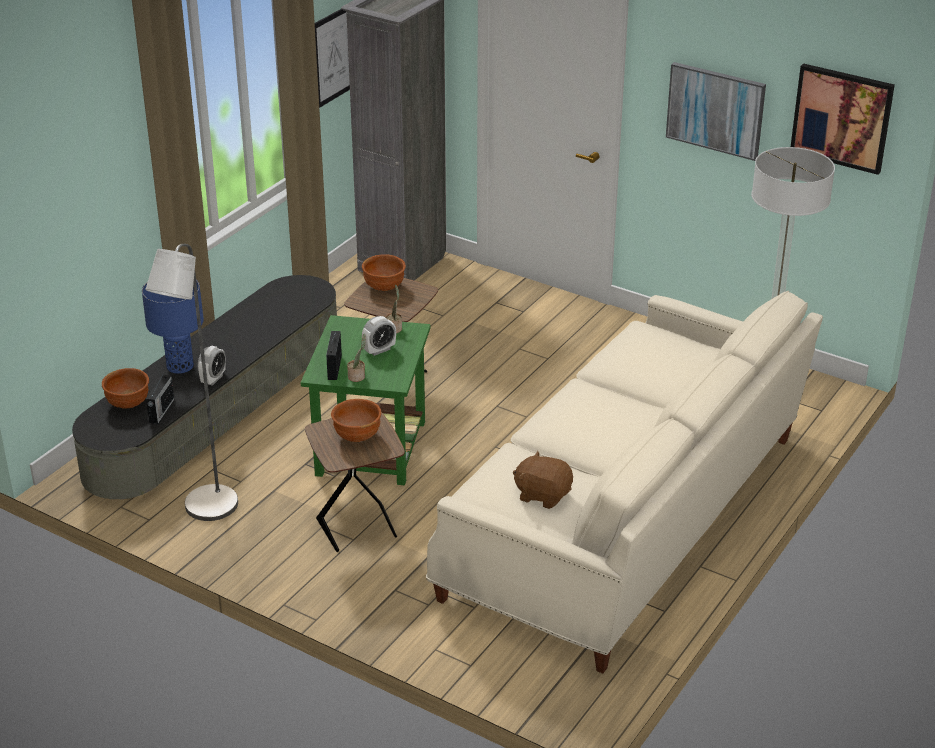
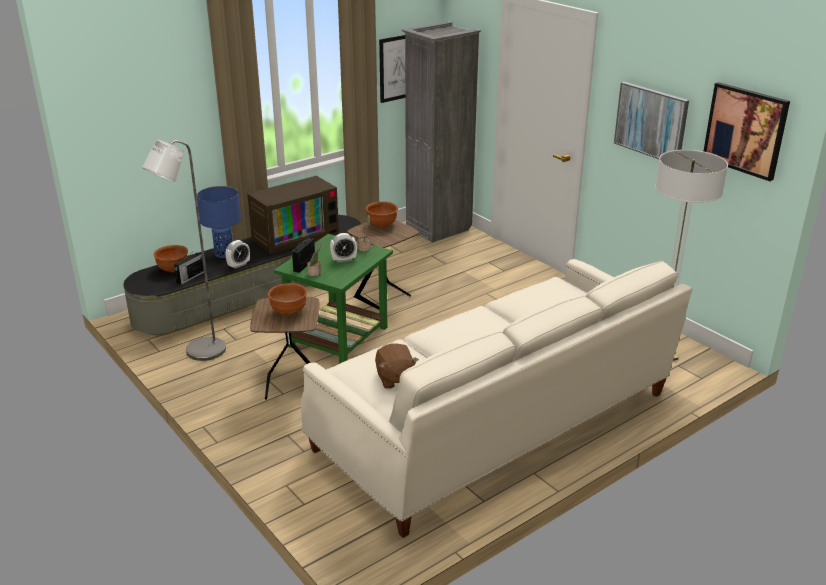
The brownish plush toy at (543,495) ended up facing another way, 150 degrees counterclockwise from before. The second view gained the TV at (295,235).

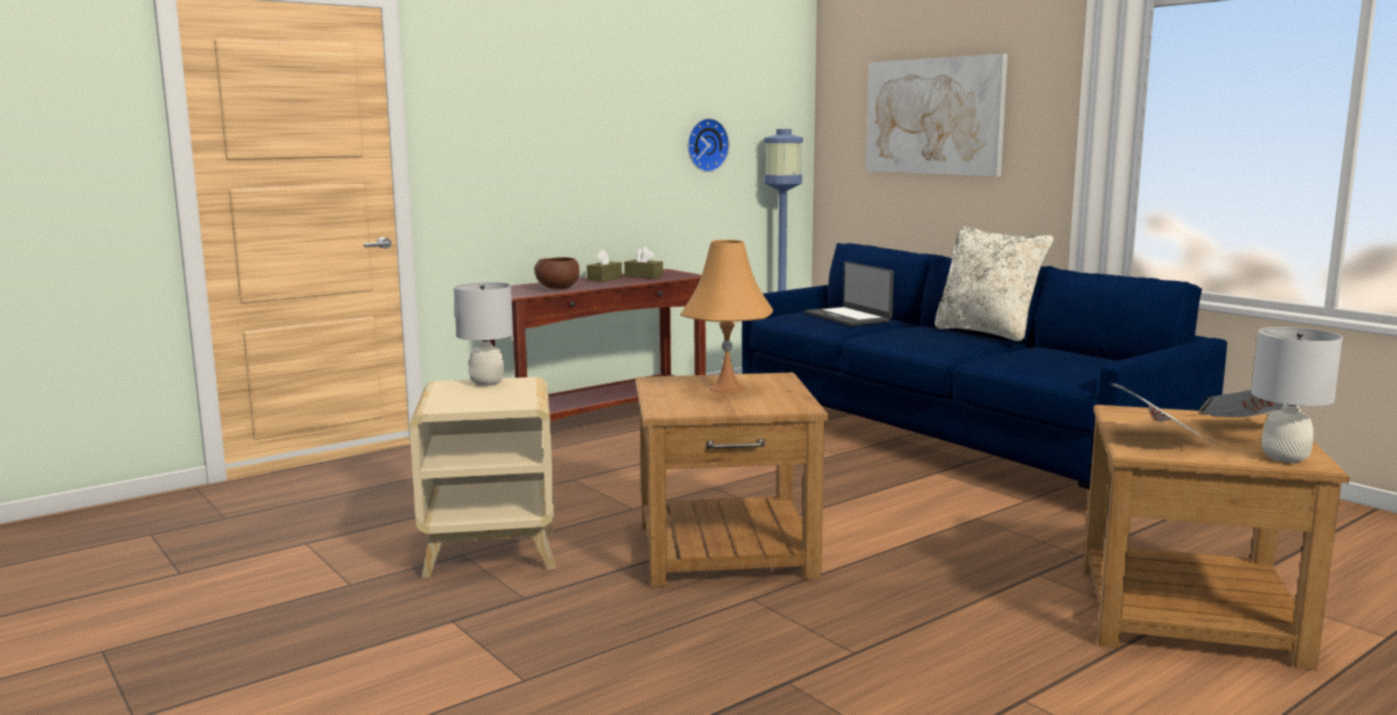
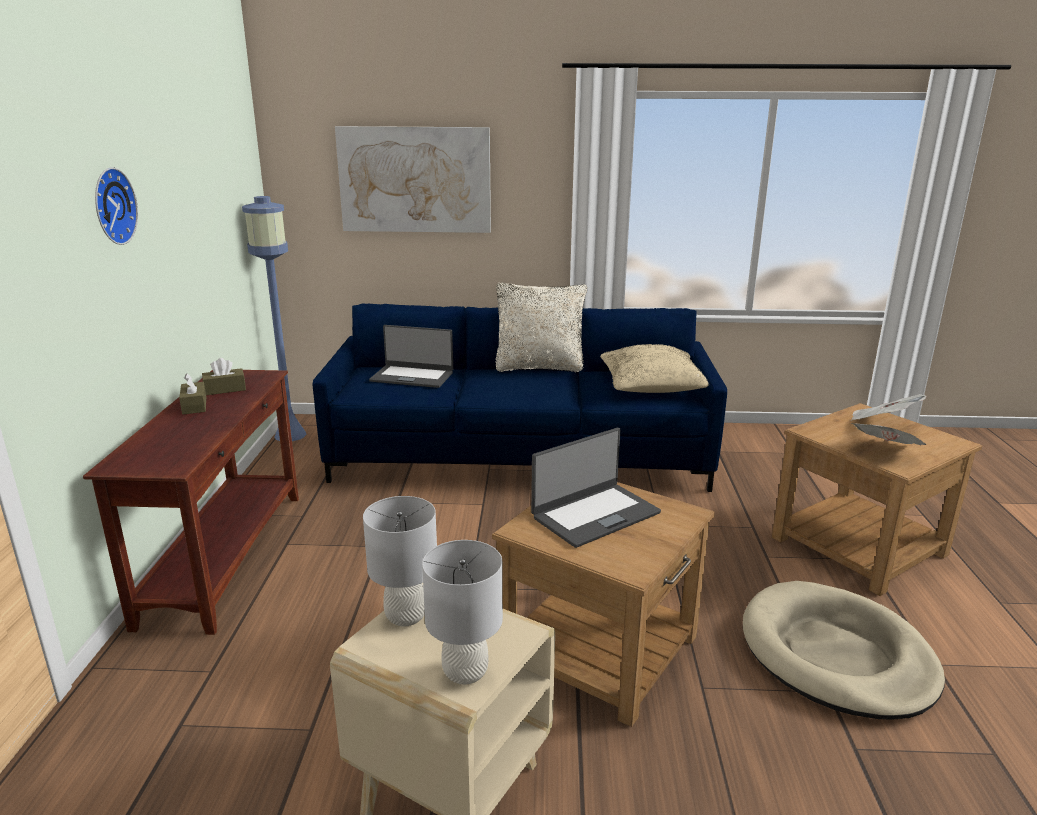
The hanging clock ended up elsewhere, having gone from (705,145) to (111,206). Where the orangey table lamp stood at (727,389), the laptop came to stand at (594,514). The second view lost the brownish deep dish at (557,289). The gray table lamp ended up elsewhere, having gone from (1287,459) to (467,673). The second view gained the beige cushion at (652,384). The second view gained the beige dog cushion at (836,655).

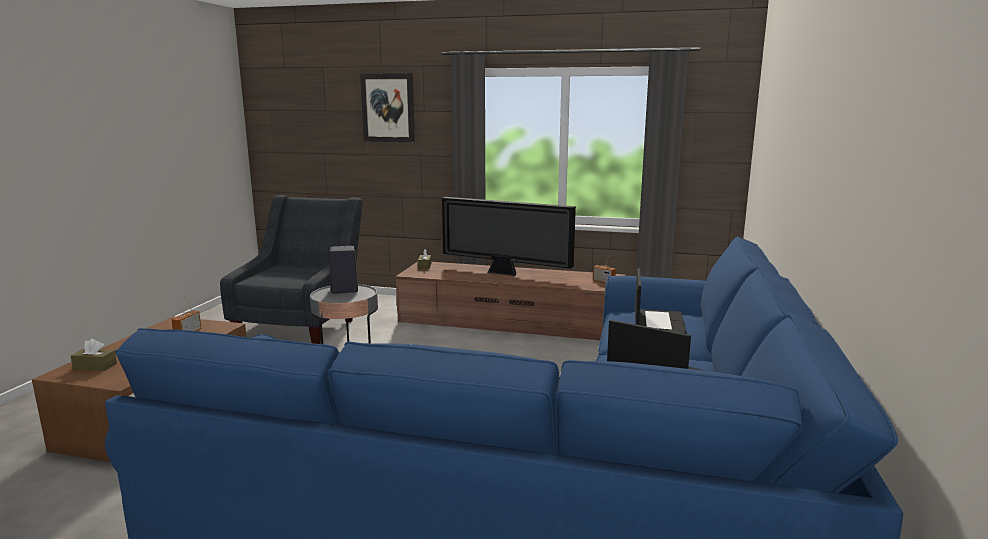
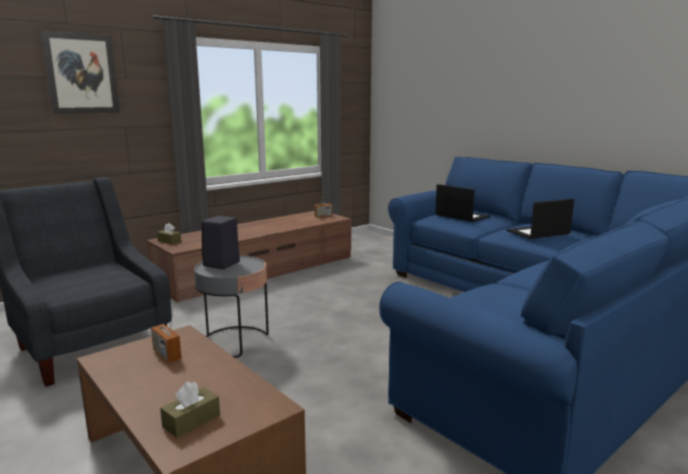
The second view lost the TV at (505,273).

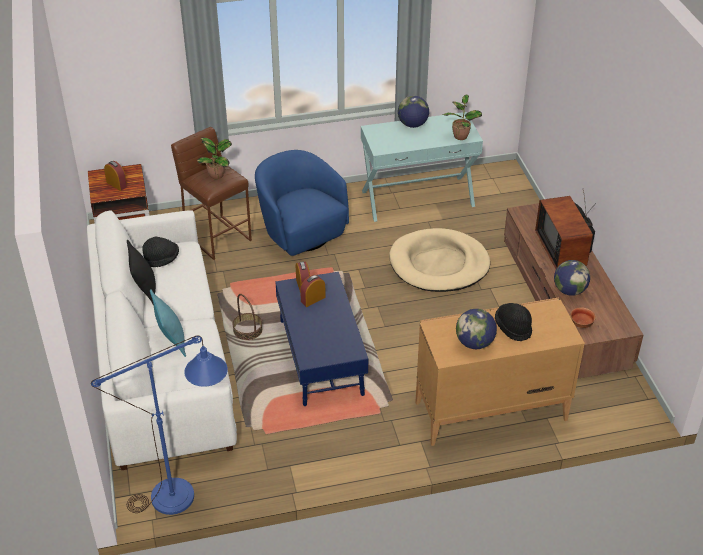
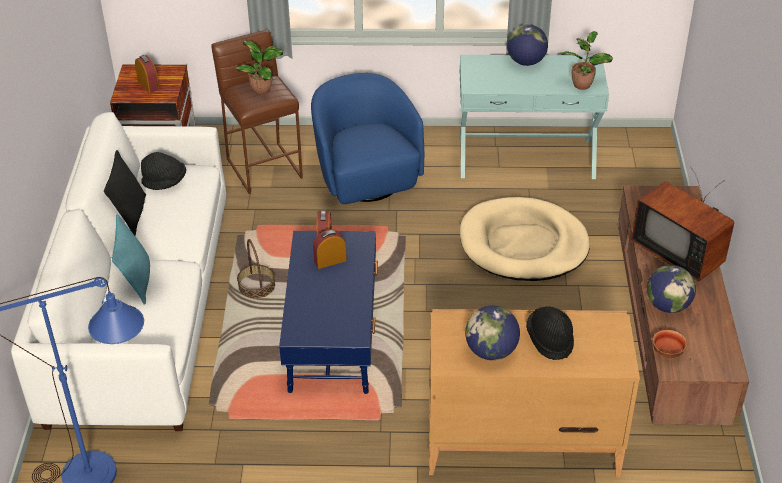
The TV at (564,250) ended up facing another way, 45 degrees counterclockwise from before.

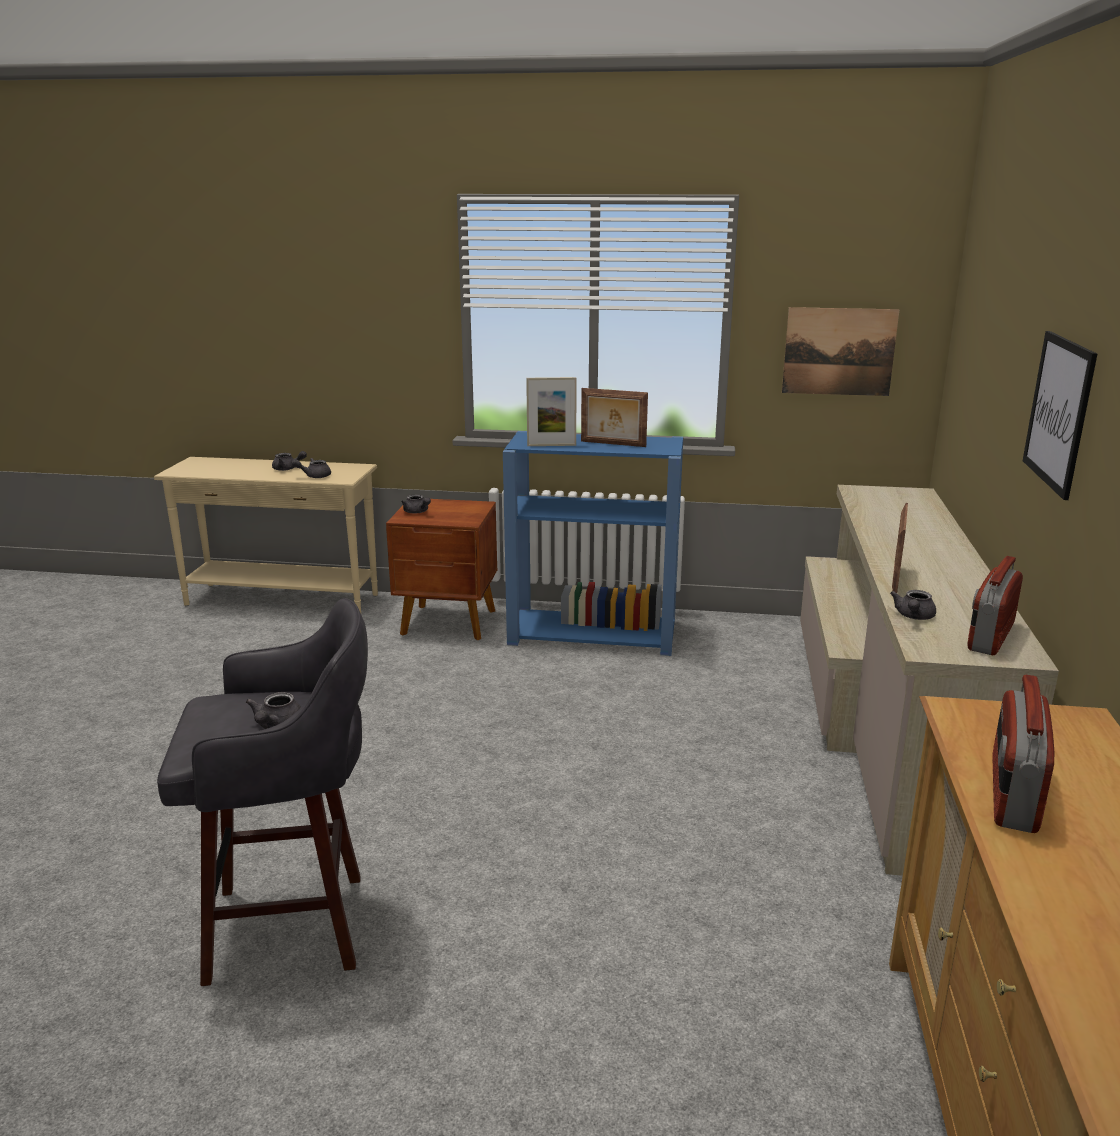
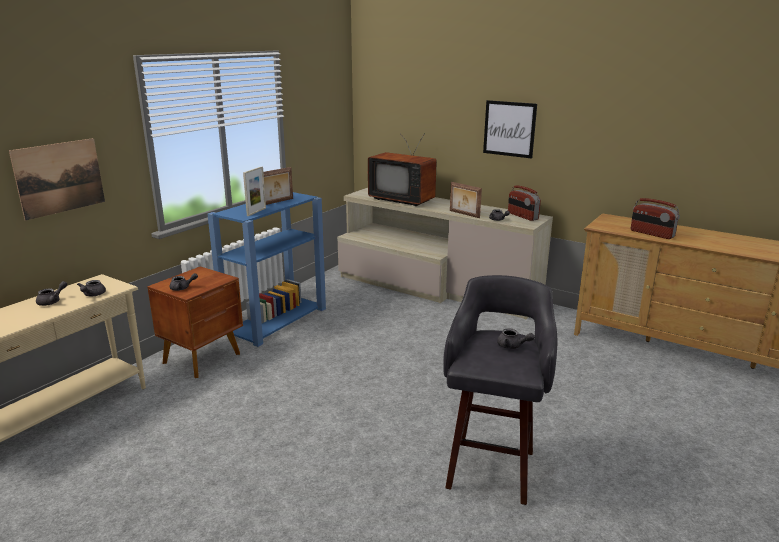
The picture ended up elsewhere, having gone from (839,351) to (59,177). The second view gained the TV at (403,199).

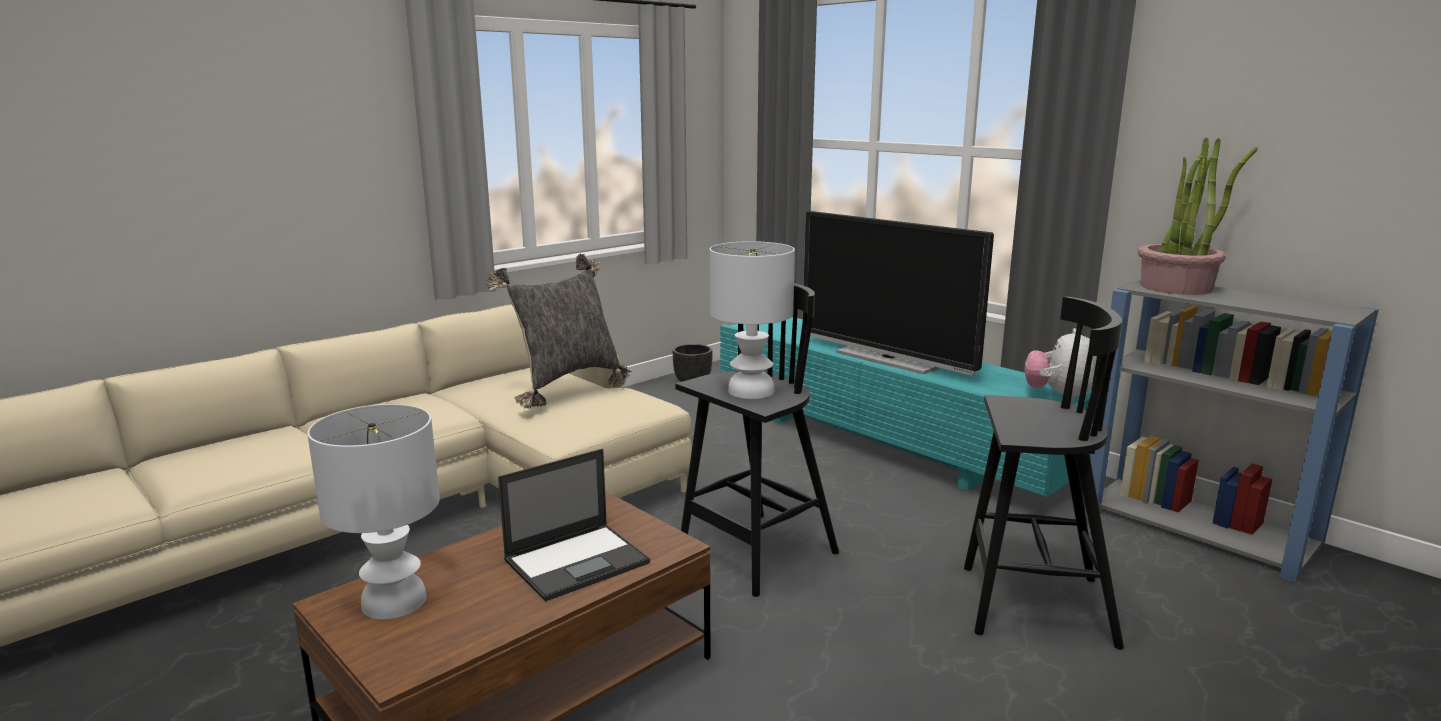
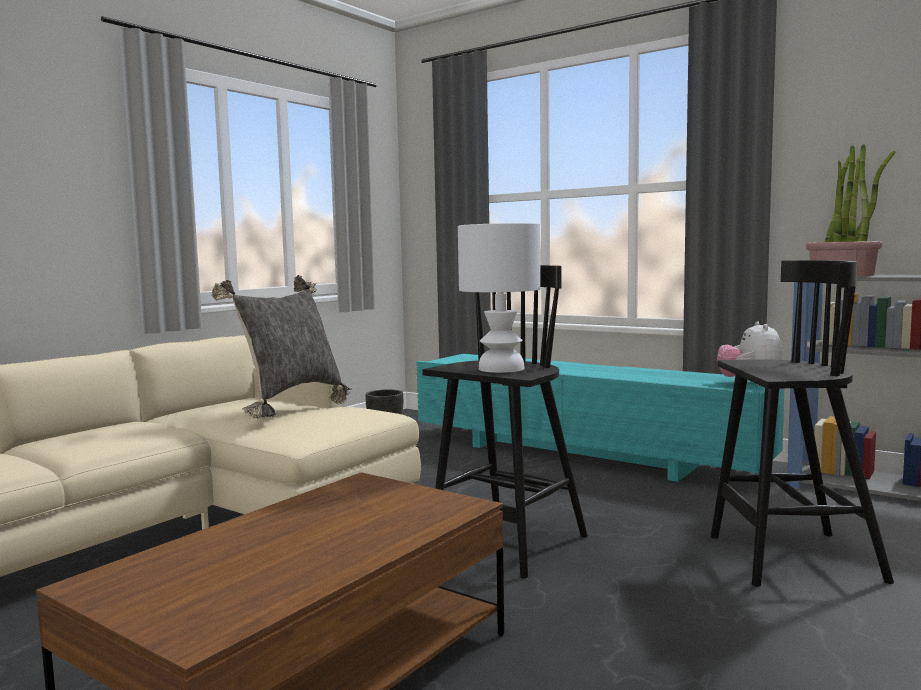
The second view lost the TV at (887,359). The second view lost the white table lamp at (393,602). The second view lost the laptop at (578,561).

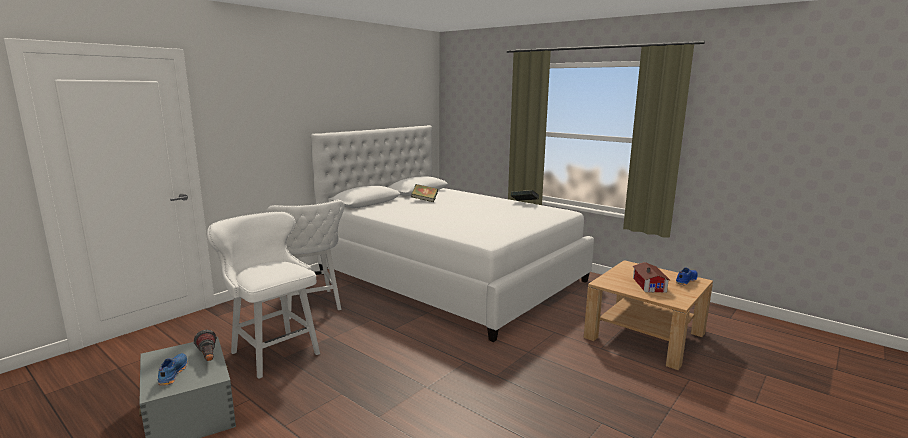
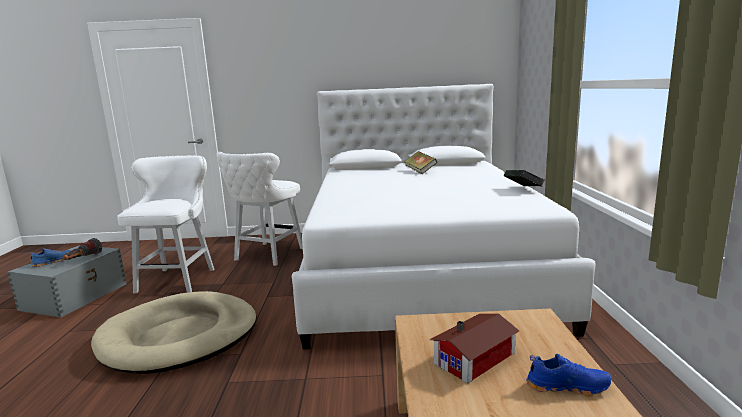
The second view gained the beige dog cushion at (180,336).

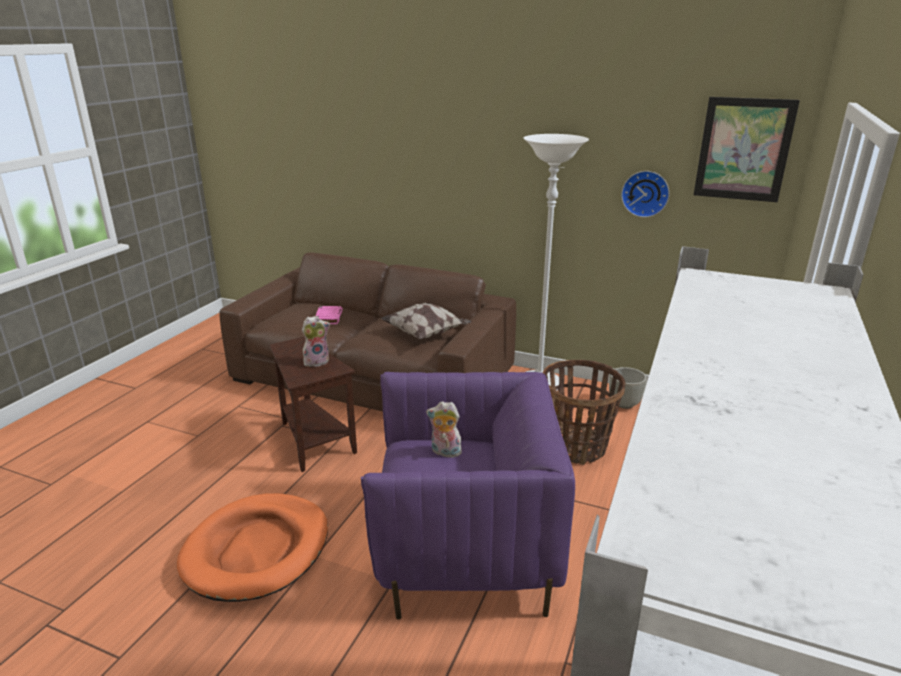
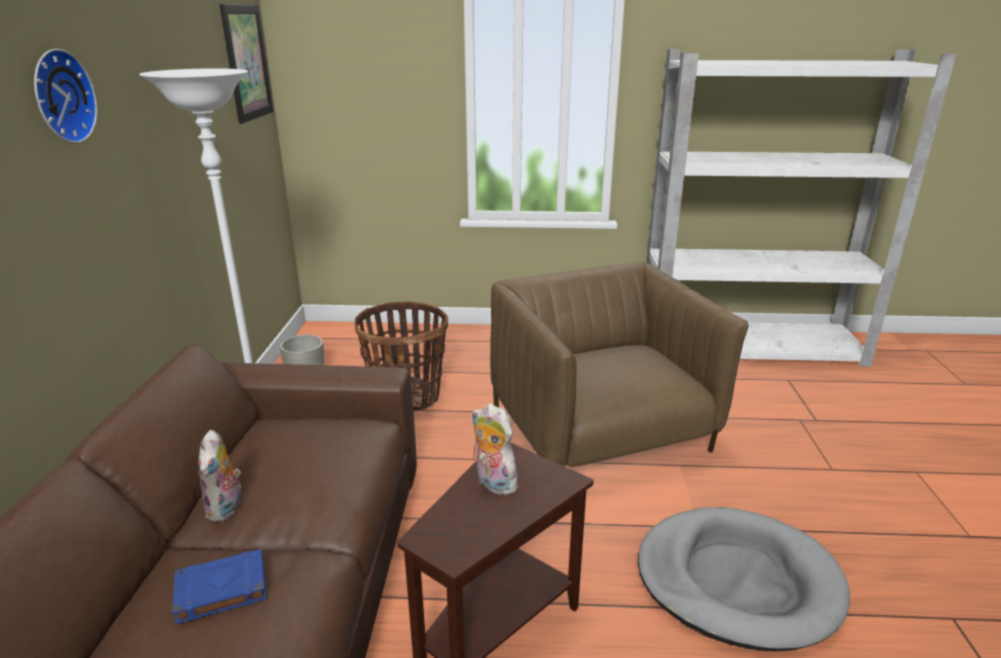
The hanging clock ended up elsewhere, having gone from (645,193) to (60,97). The second view lost the cushion at (426,334). What was the pink bound book at (328,317) turned into the blue-coloured bound book at (220,590). What was the purplish armchair at (465,544) turned into the brownish armchair at (600,435). The plush toy ended up elsewhere, having gone from (445,453) to (226,509). What was the orangey dog cushion at (257,550) turned into the gray dog cushion at (737,581).

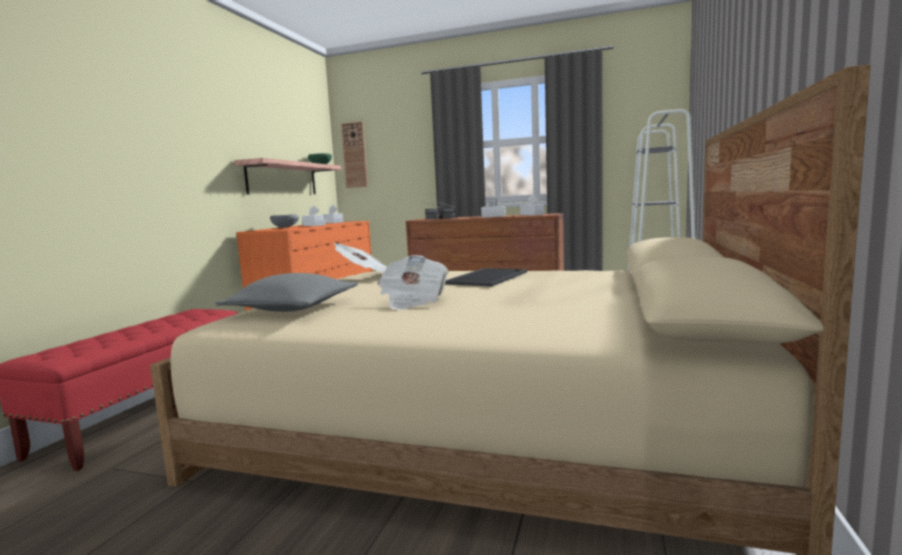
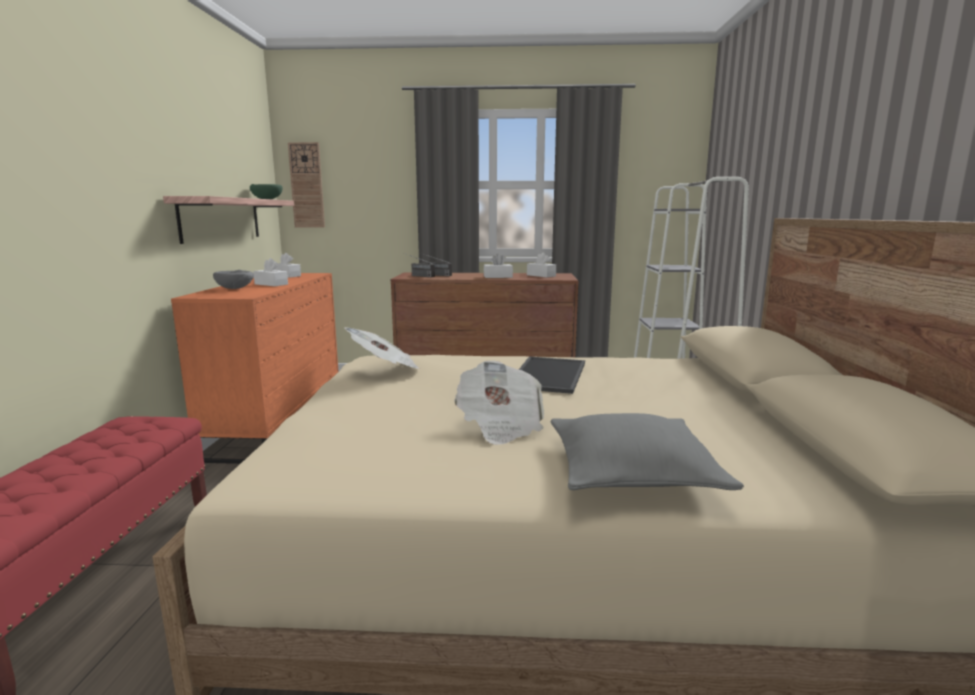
The gray cushion ended up elsewhere, having gone from (293,308) to (632,472).

